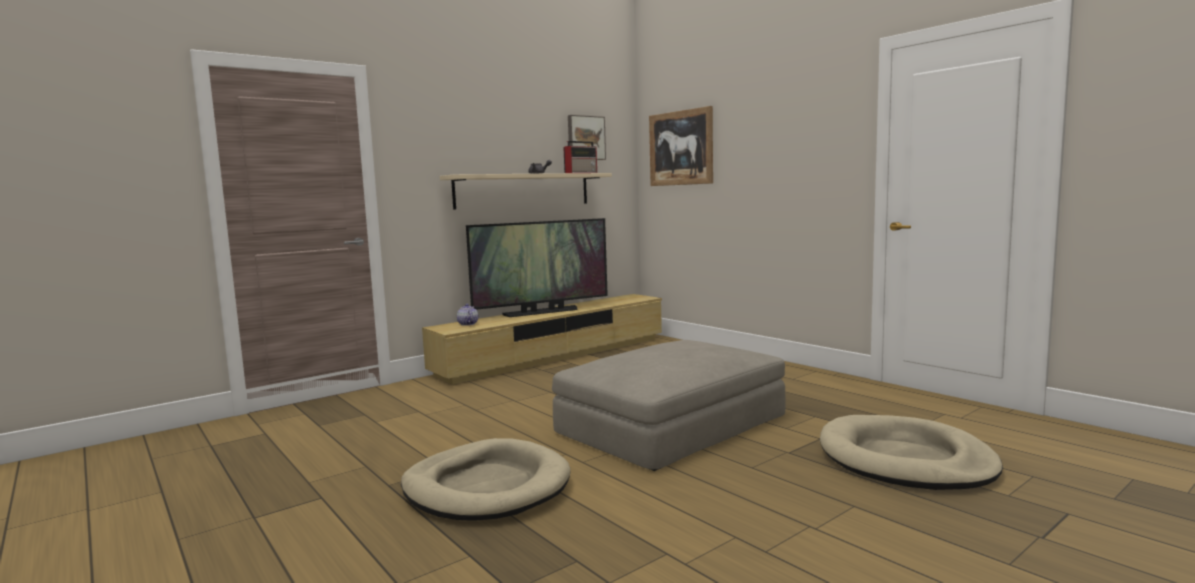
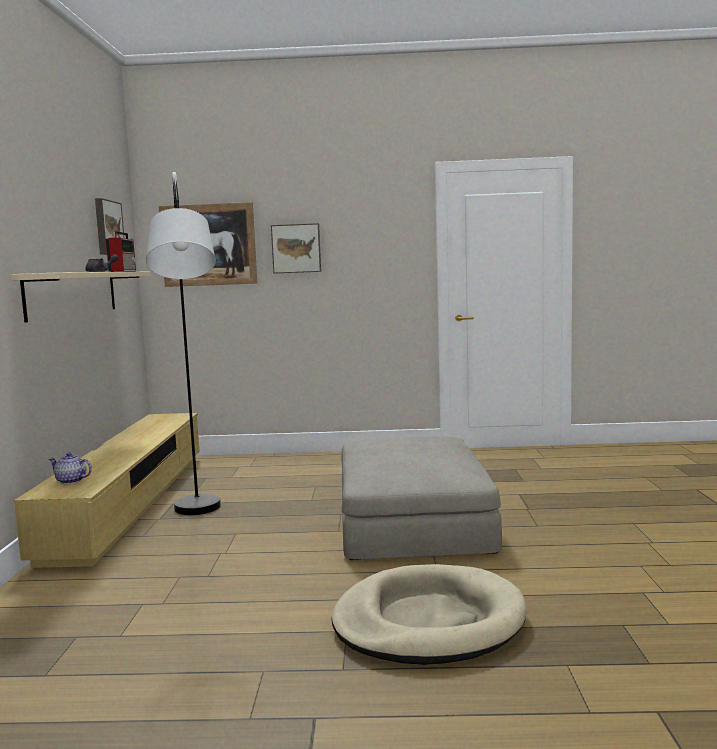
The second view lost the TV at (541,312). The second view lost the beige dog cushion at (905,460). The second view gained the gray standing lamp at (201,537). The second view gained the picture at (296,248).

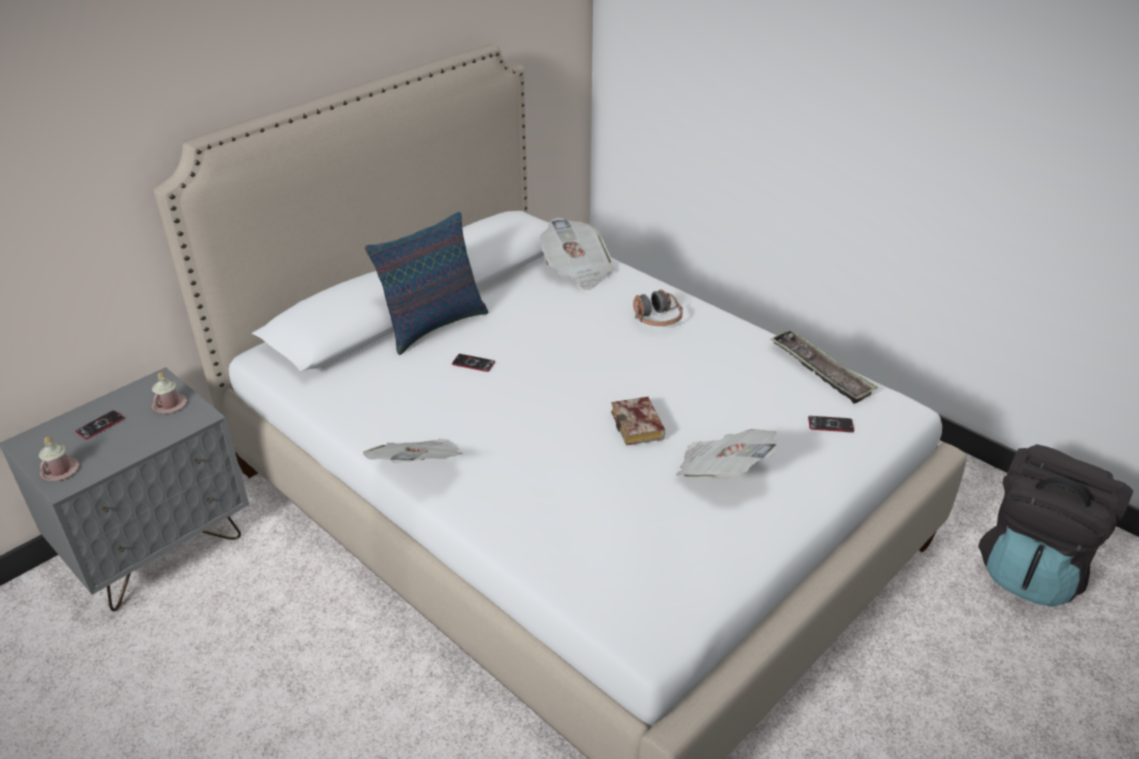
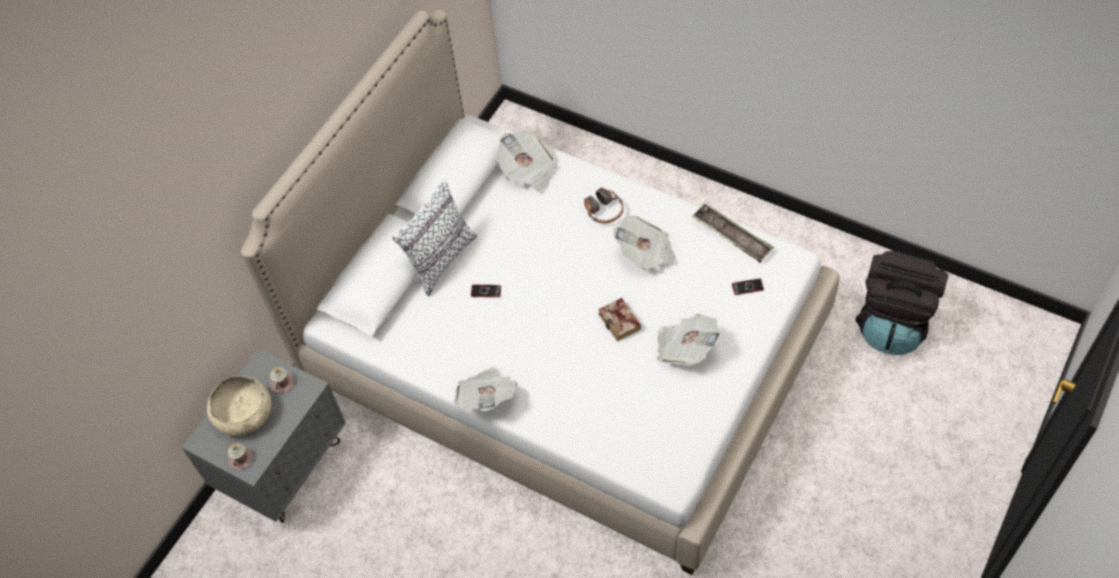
What was the blue-coloured cushion at (434,326) turned into the white cushion at (442,260). Where the telephone stood at (100,425), the beige deep dish came to stand at (244,413). The second view gained the daily paper at (646,254).

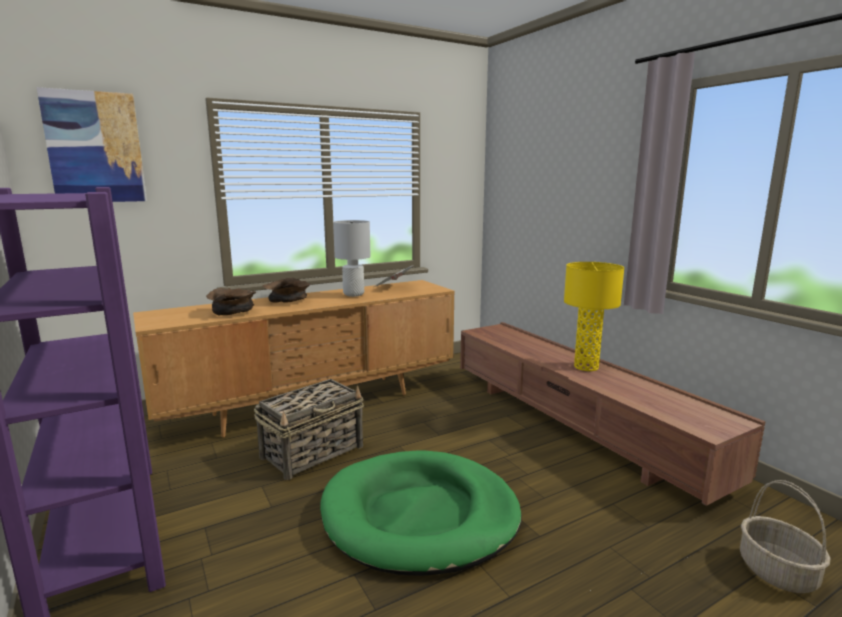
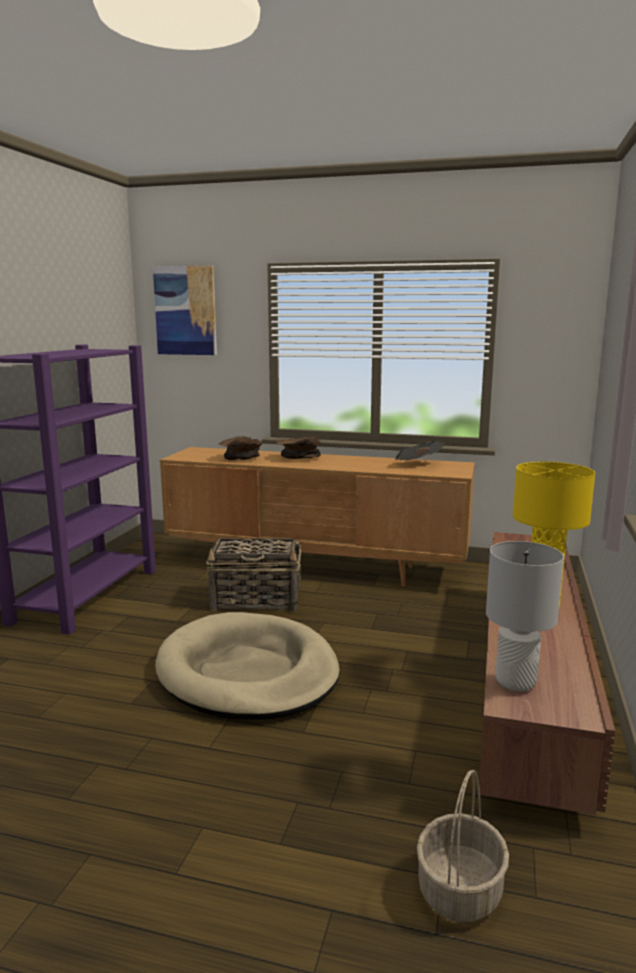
The gray table lamp ended up elsewhere, having gone from (353,295) to (514,684). What was the greenish dog cushion at (420,515) turned into the beige dog cushion at (248,672).

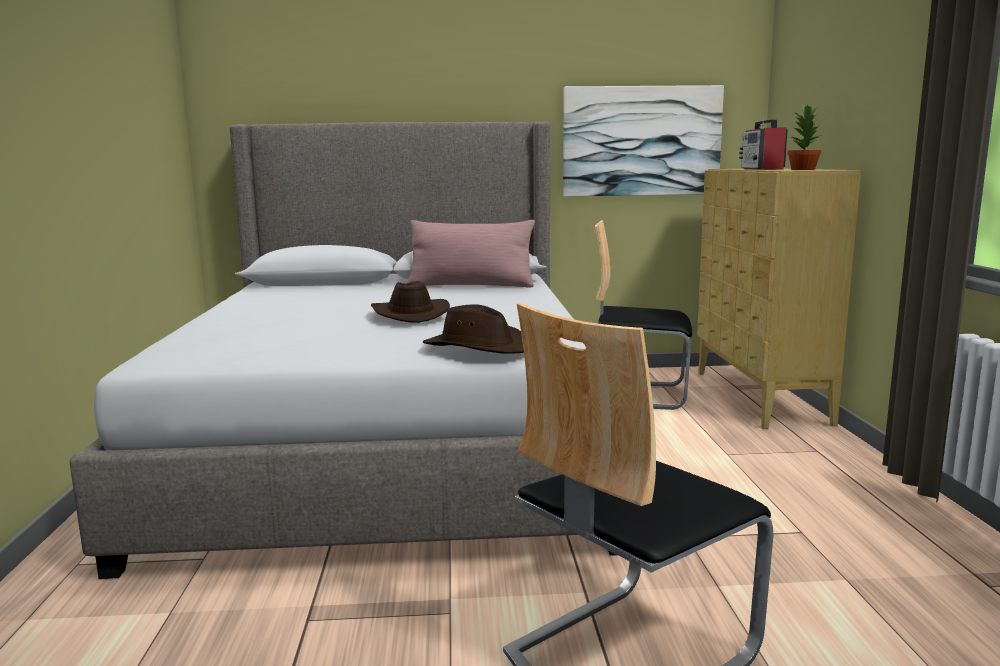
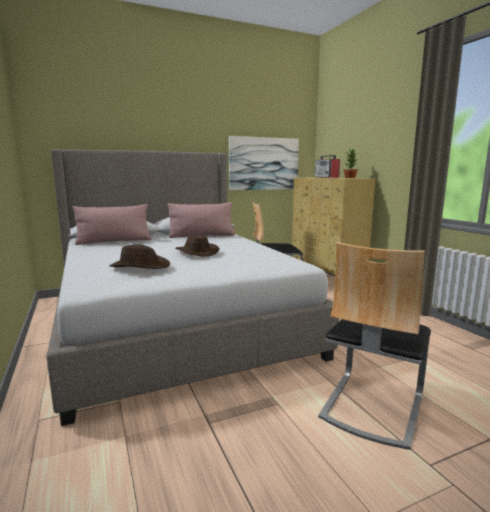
The brownish wearable hat ended up elsewhere, having gone from (478,347) to (140,266). The second view gained the pink cushion at (114,241).

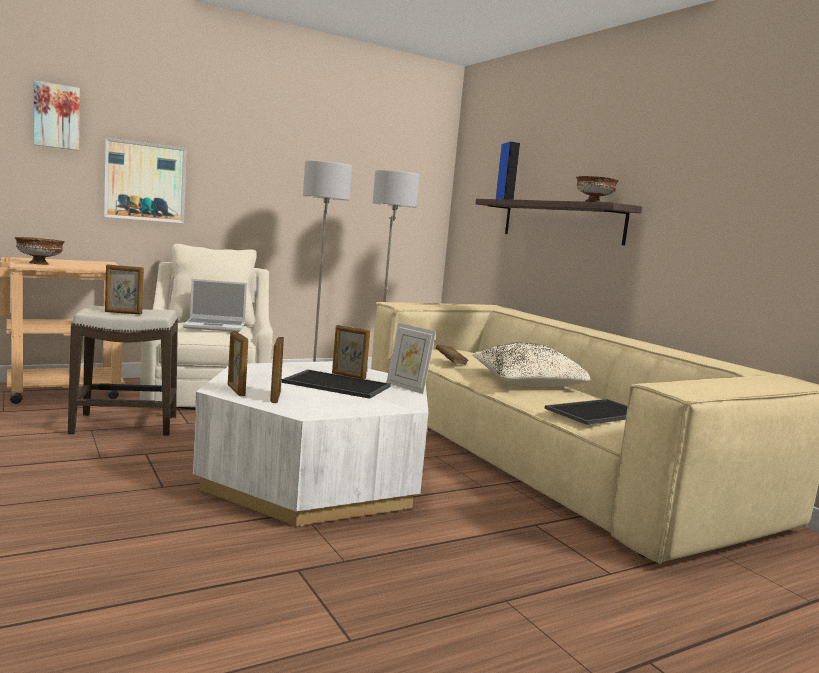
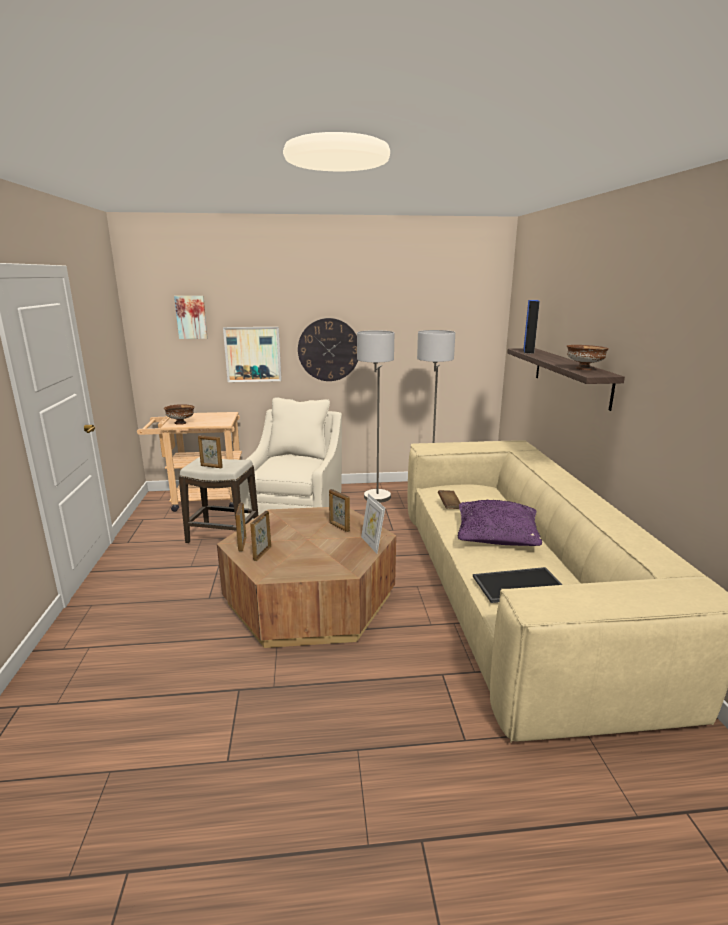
The second view lost the laptop at (215,326). What was the beige cushion at (528,381) turned into the purplish cushion at (497,534). What was the white coffee table at (314,477) turned into the brownish coffee table at (310,600). The second view lost the tray at (335,385). The second view gained the hanging clock at (329,350).

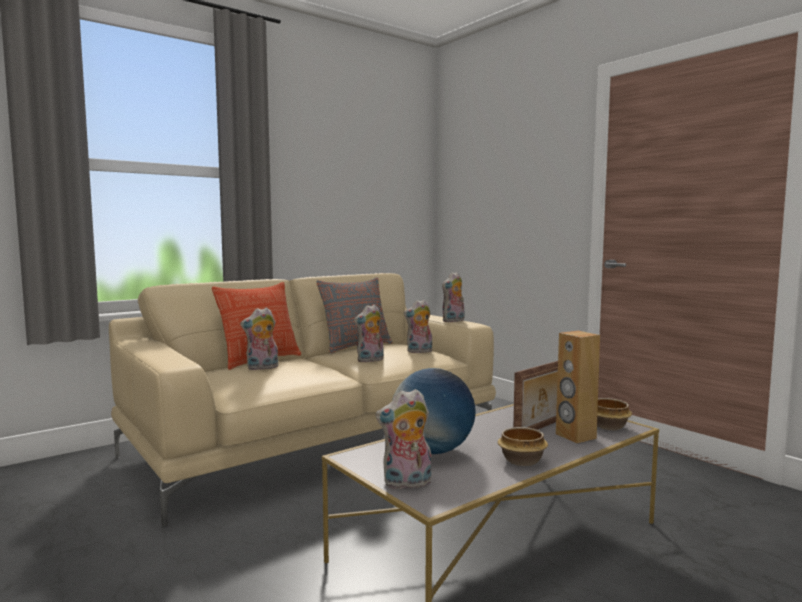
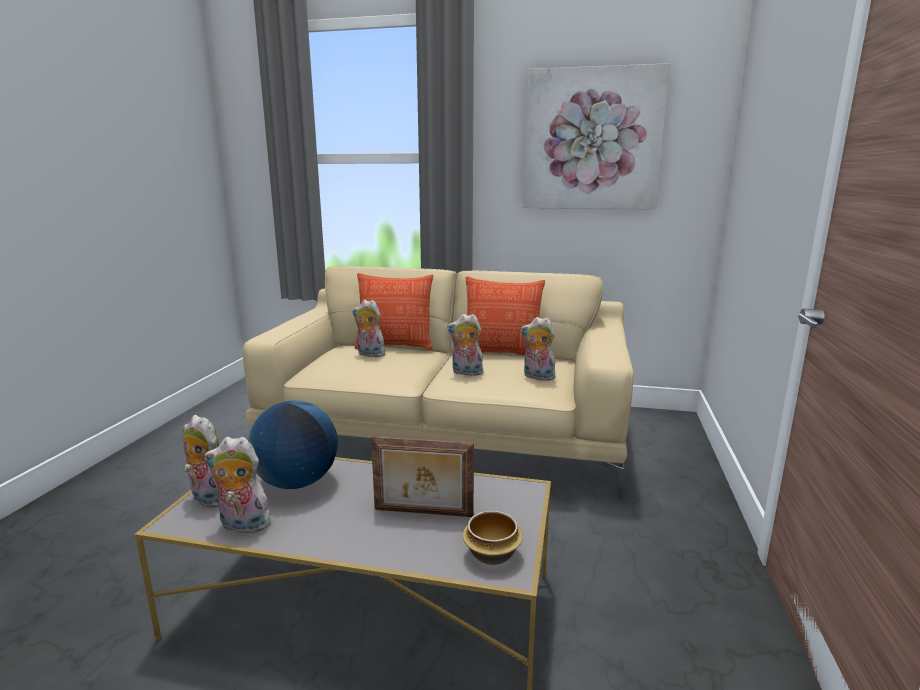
The plush toy ended up elsewhere, having gone from (453,321) to (242,526). What was the gray cushion at (356,347) turned into the orangey cushion at (501,354). The second view lost the brownish loudspeaker at (575,436). The second view lost the deep dish at (522,461). The second view gained the picture at (592,140).

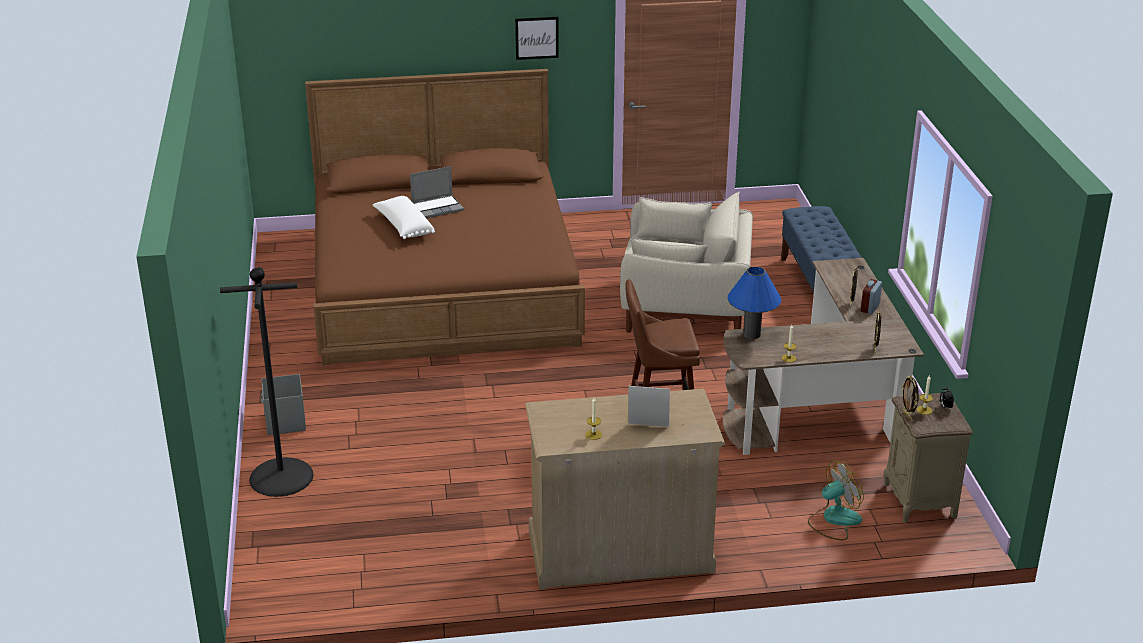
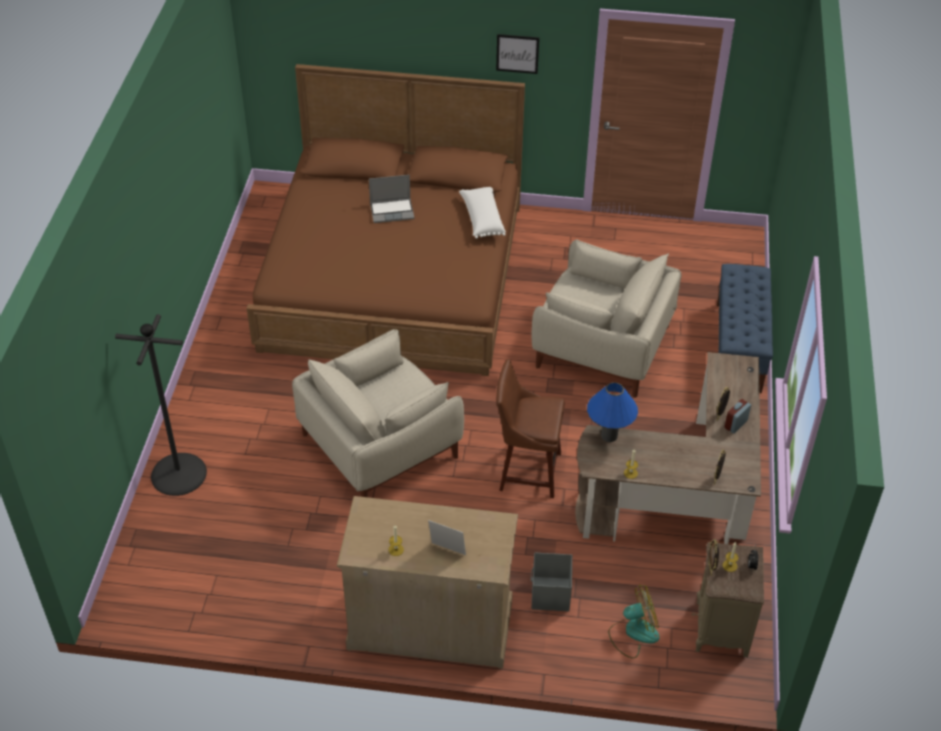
The white cushion ended up elsewhere, having gone from (403,227) to (482,219). The gray storage box ended up elsewhere, having gone from (285,422) to (550,595). The second view gained the beige armchair at (380,445).

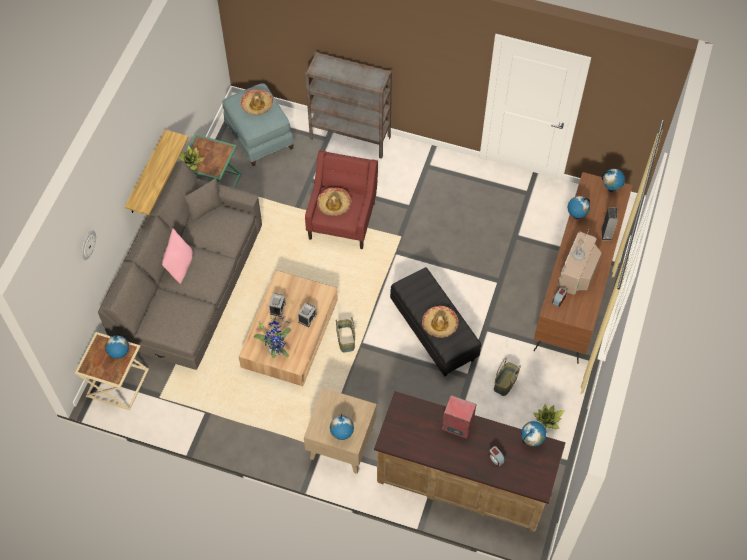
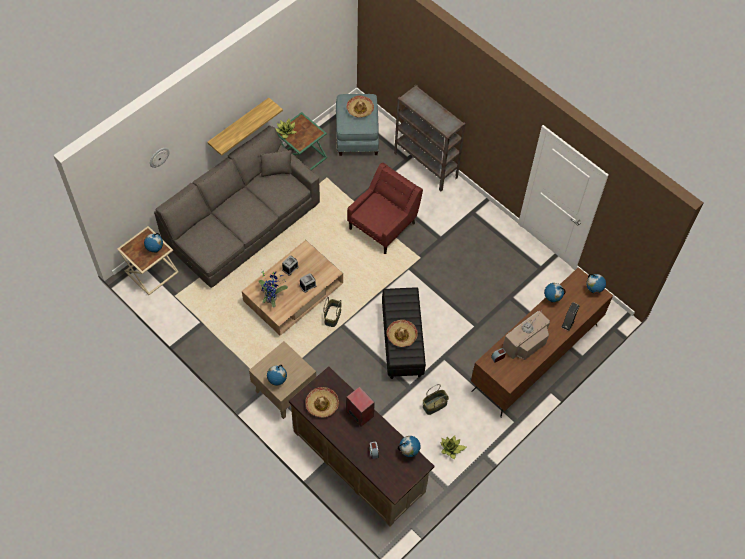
The wearable hat ended up elsewhere, having gone from (334,204) to (322,404). The second view lost the pink cushion at (180,265).

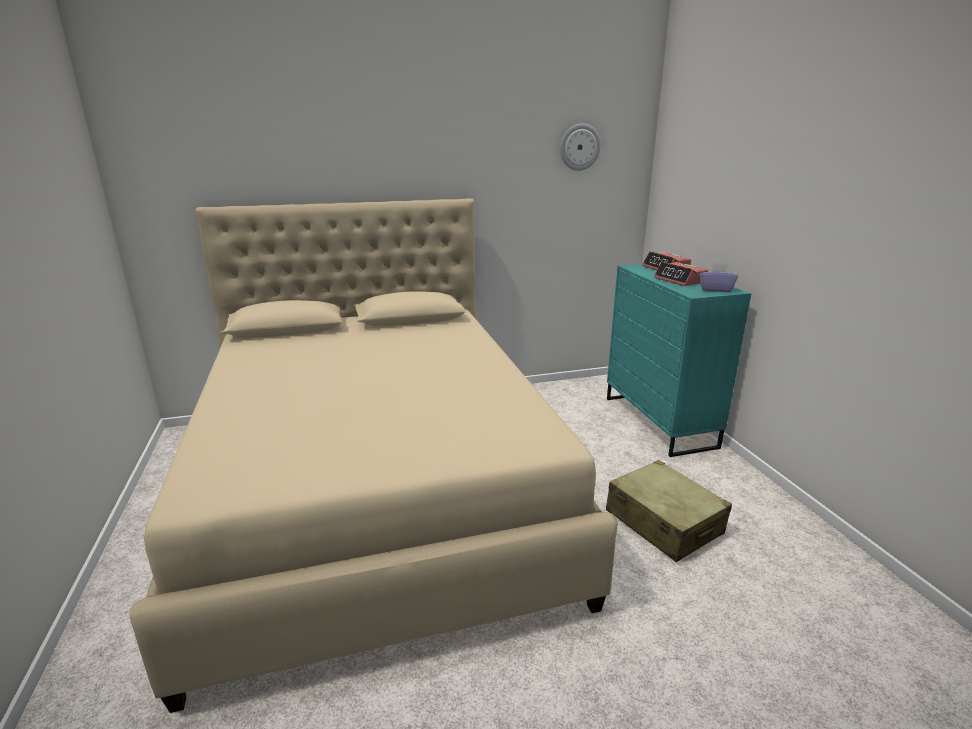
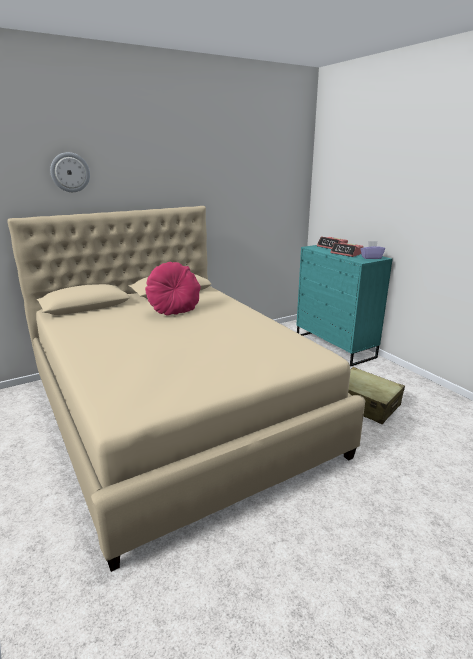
The hanging clock ended up elsewhere, having gone from (579,147) to (70,172). The second view gained the pink cushion at (174,312).

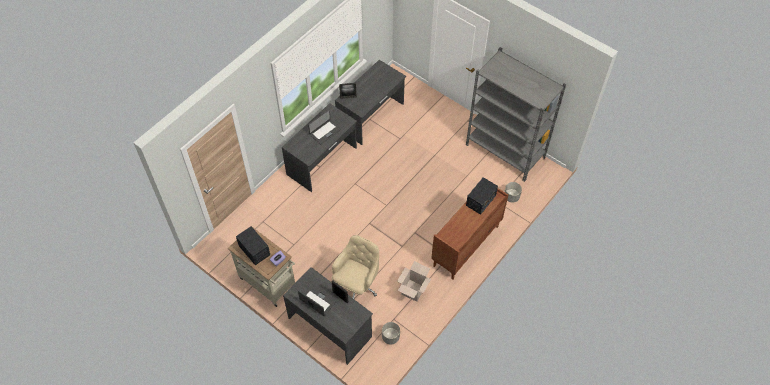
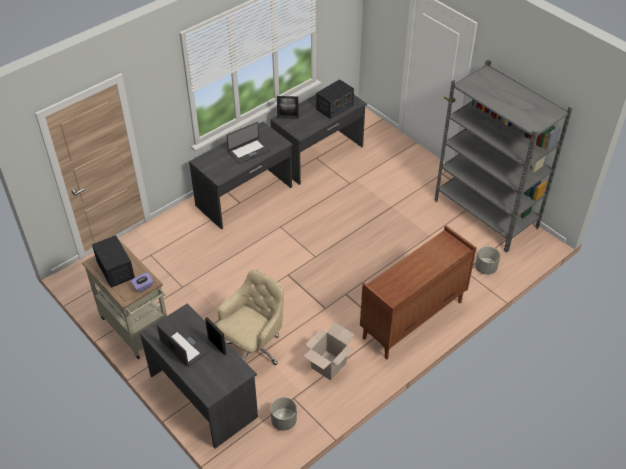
The radio set ended up elsewhere, having gone from (480,201) to (334,107).

